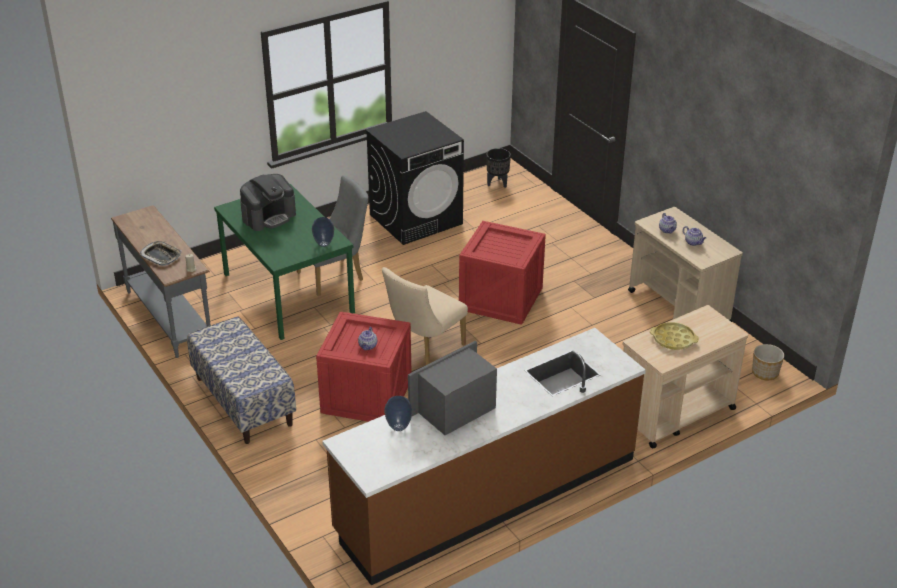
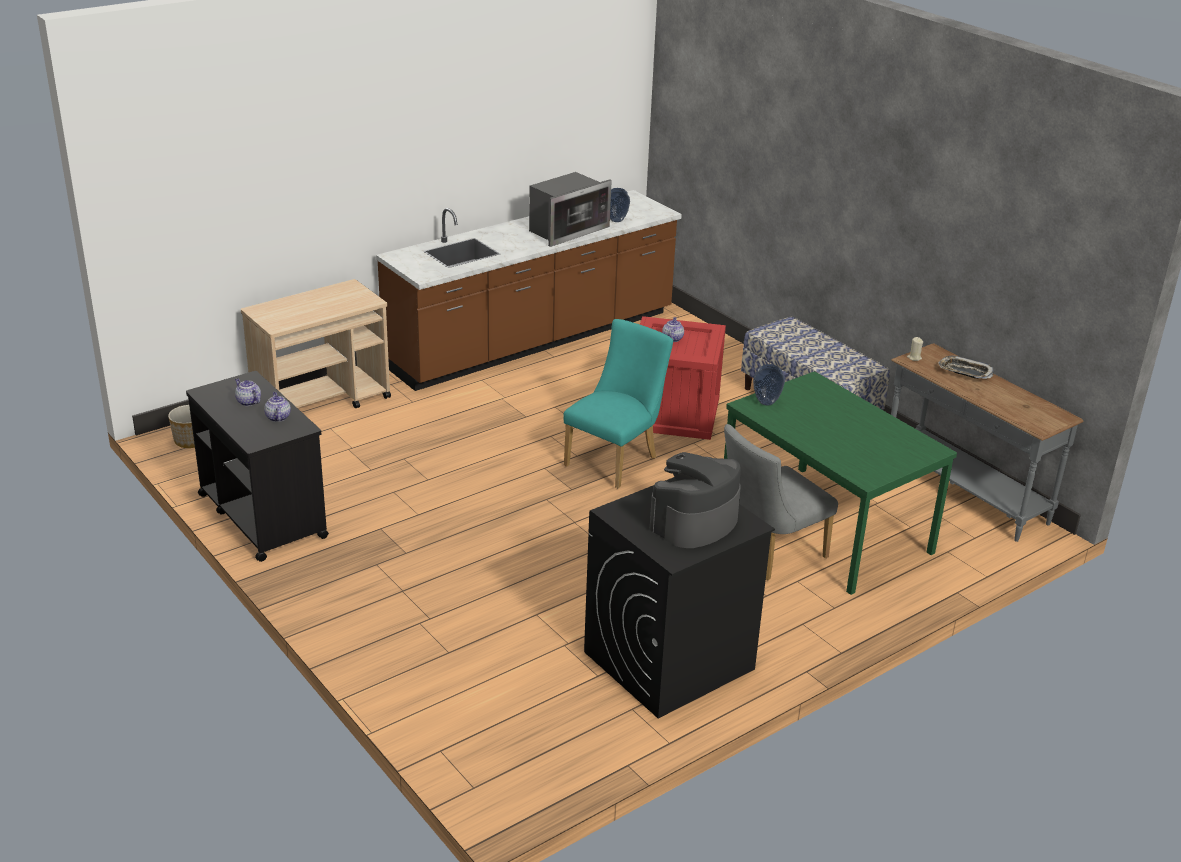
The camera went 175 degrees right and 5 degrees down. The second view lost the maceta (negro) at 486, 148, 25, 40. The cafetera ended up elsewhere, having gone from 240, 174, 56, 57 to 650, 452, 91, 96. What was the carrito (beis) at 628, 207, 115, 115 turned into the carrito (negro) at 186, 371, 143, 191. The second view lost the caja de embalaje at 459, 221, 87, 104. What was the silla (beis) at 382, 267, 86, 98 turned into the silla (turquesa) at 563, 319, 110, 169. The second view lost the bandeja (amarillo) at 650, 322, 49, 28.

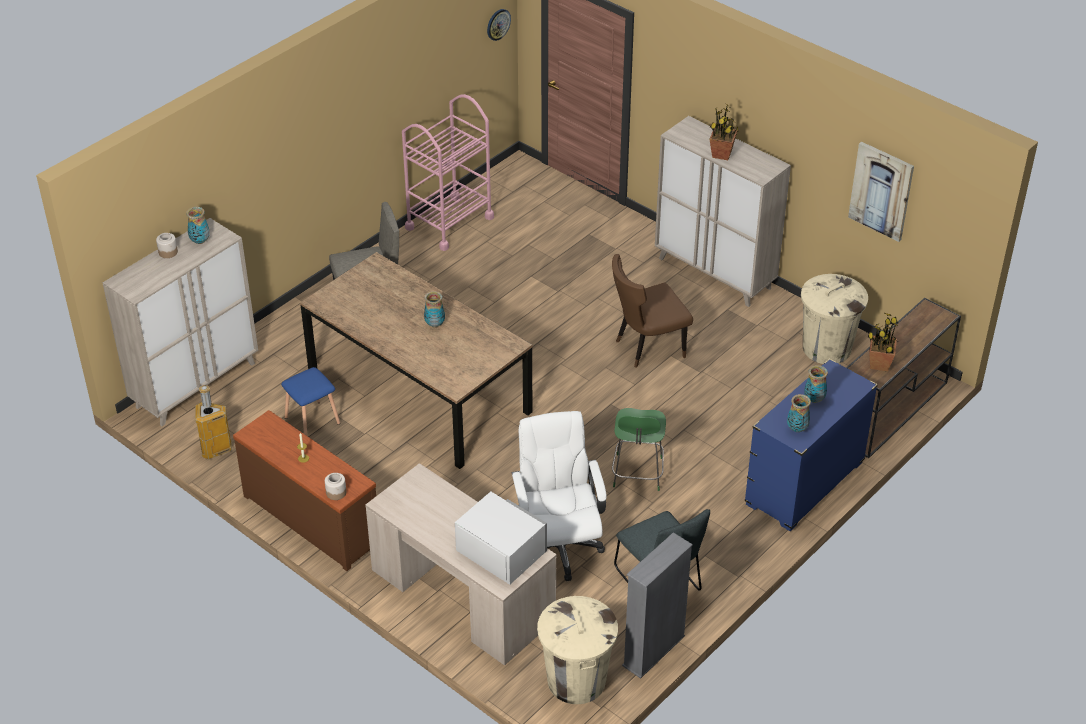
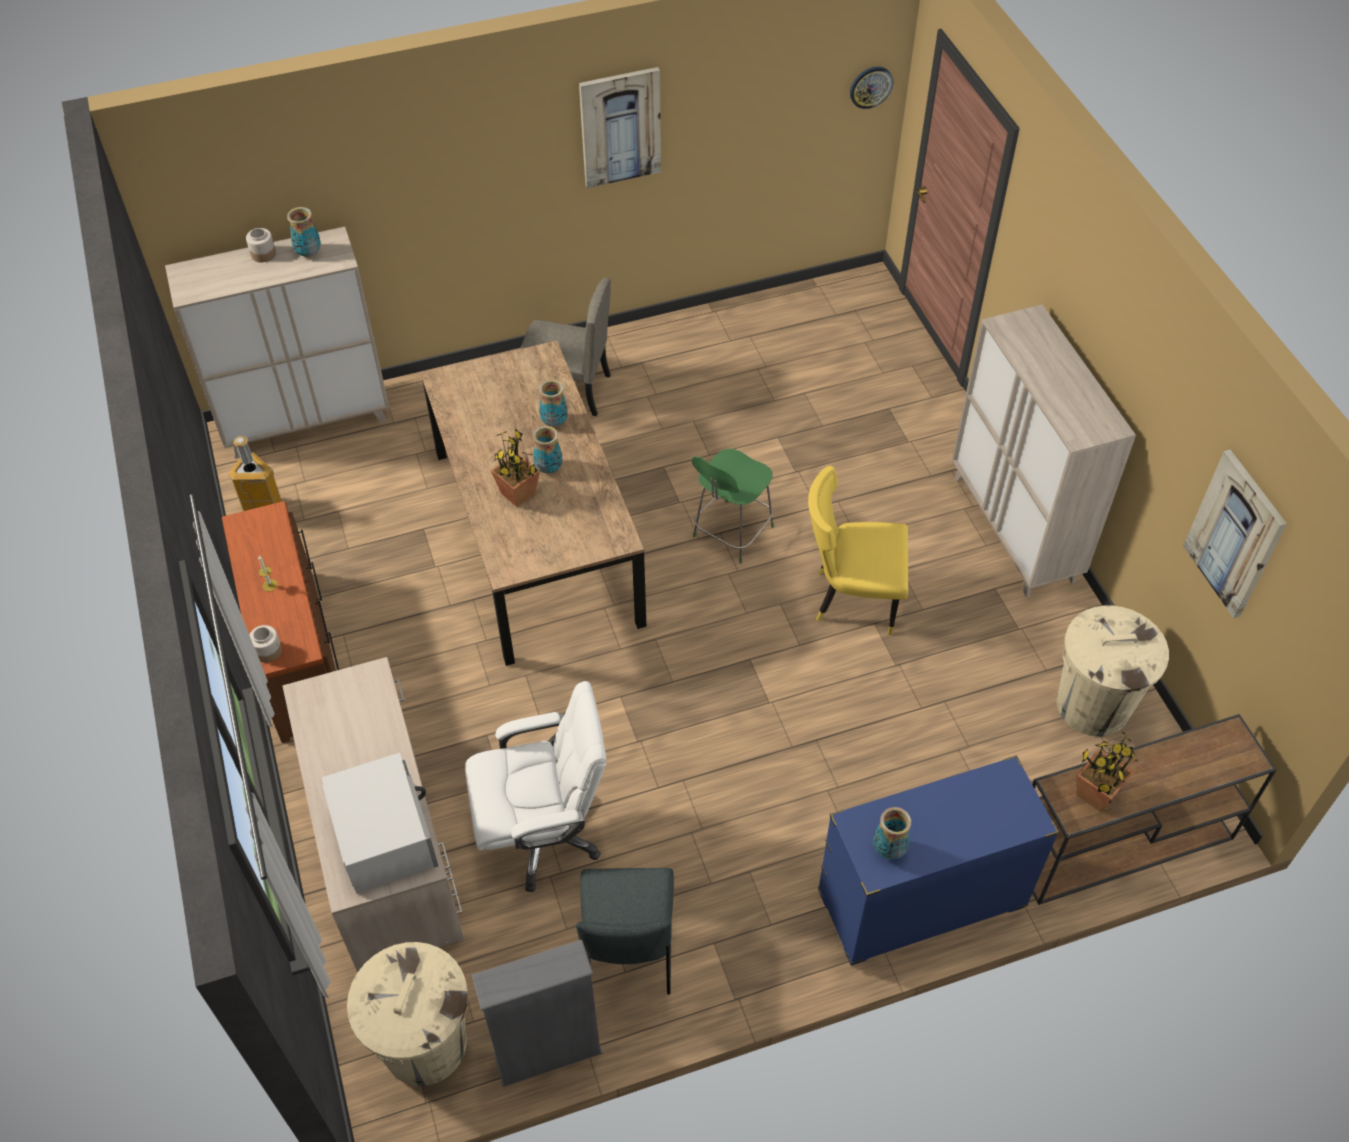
The camera went 30 degrees right and 10 degrees up. The second view lost the carrito (rosa) at 402, 94, 92, 157. The planta en maceta ended up elsewhere, having gone from 709, 103, 30, 57 to 490, 429, 50, 78. What was the silla (marrón) at 612, 254, 81, 114 turned into the silla (amarillo) at 808, 466, 100, 169. The florero ended up elsewhere, having gone from 804, 365, 24, 38 to 539, 380, 29, 47. The second view lost the taburete (azul) at 281, 367, 59, 69. The taburete (verde) ended up elsewhere, having gone from 612, 408, 54, 83 to 692, 449, 82, 115. The silla de oficina (blanco) at 511, 411, 96, 170 ended up facing another way, 60 degrees clockwise from before. The second view gained the cuadro at 579, 67, 82, 121.

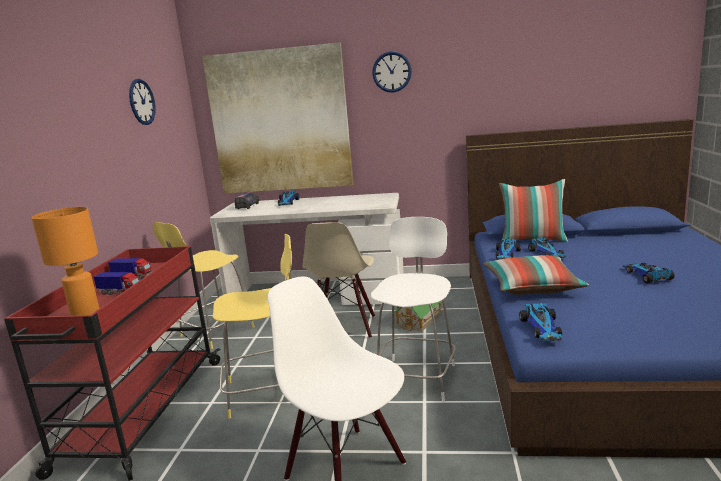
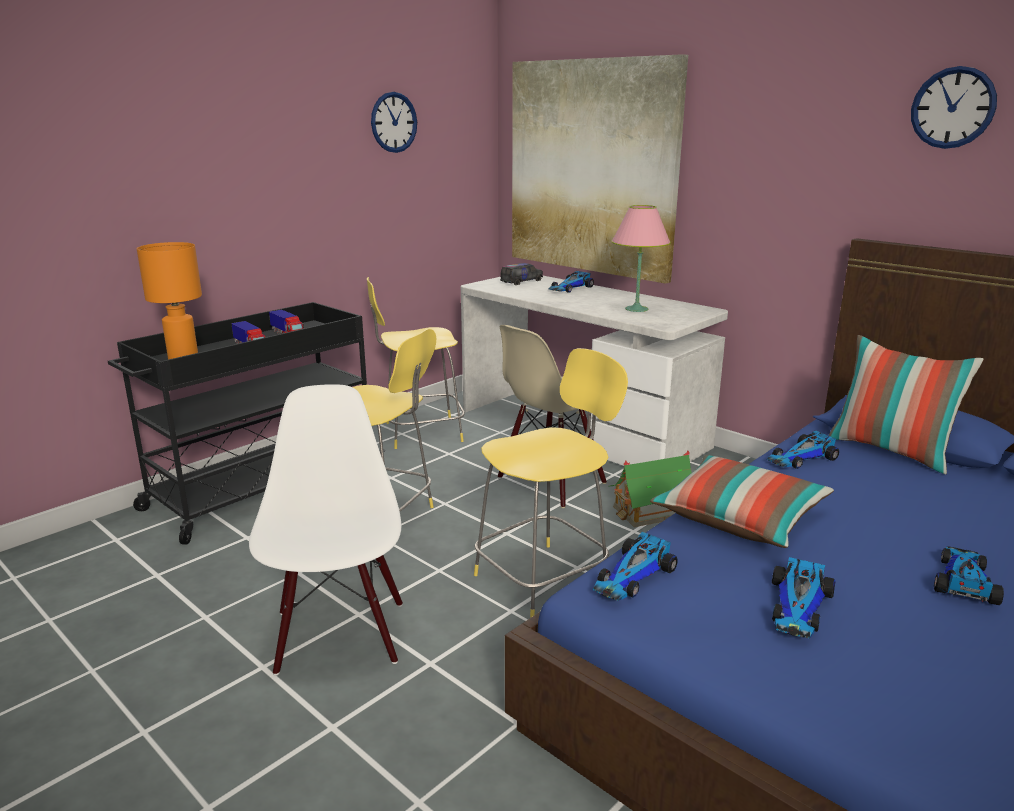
The camera went 35 degrees right and 5 degrees up. The reloj de pared ended up elsewhere, having gone from 372, 51, 40, 41 to 911, 66, 86, 83. What was the taburete (blanco) at 371, 217, 85, 185 turned into the taburete (amarillo) at 474, 348, 154, 270. The coche de juguete ended up elsewhere, having gone from 528, 237, 38, 21 to 772, 557, 64, 82. What was the carrito (rojo) at 4, 246, 217, 235 turned into the carrito (negro) at 108, 302, 277, 243. The second view gained the lámpara de mesa (rosa) at 611, 205, 60, 107.

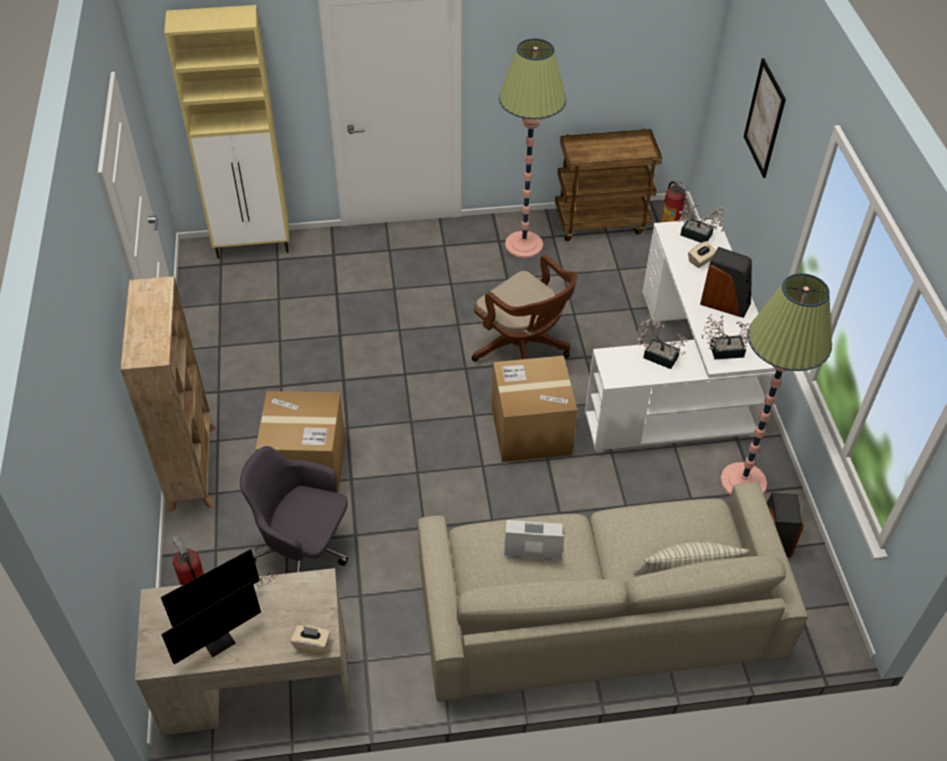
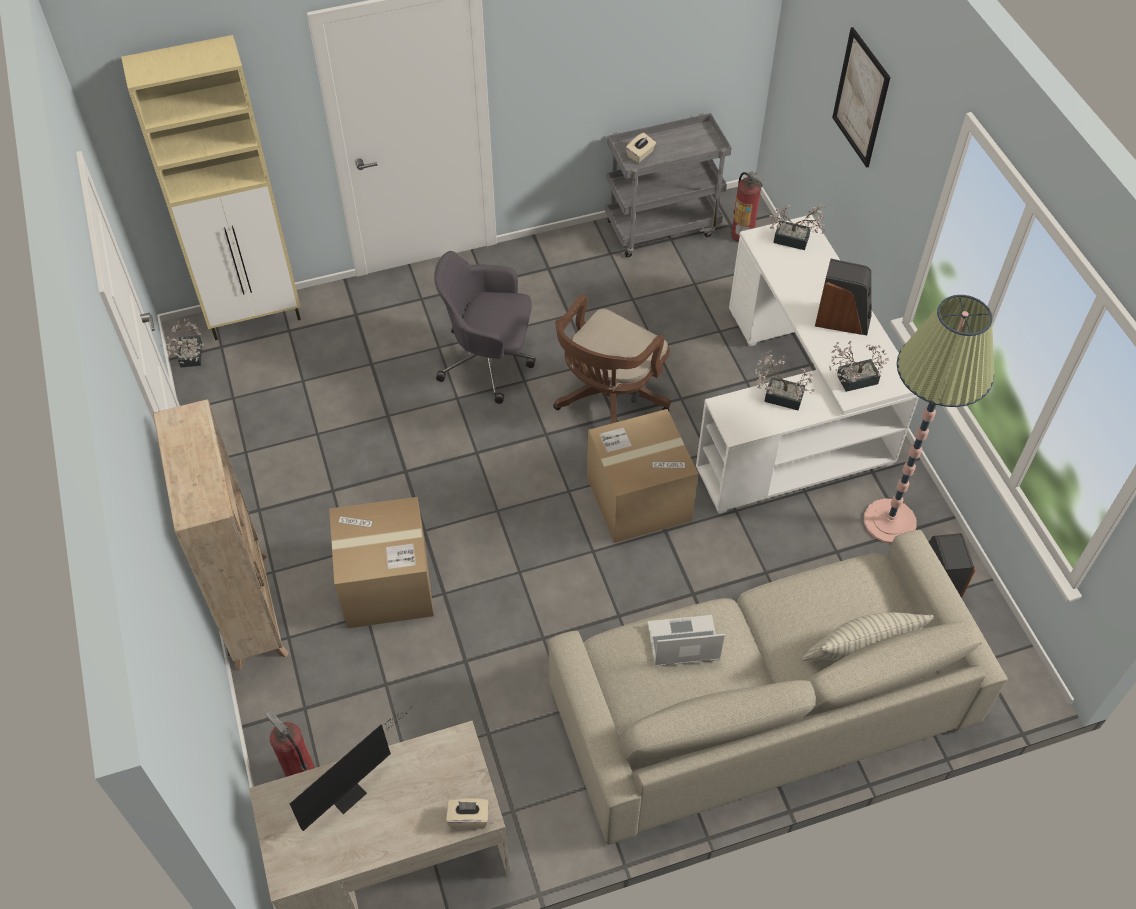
The camera went 10 degrees left and 5 degrees up. The second view lost the lámpara de pie at 499, 39, 67, 219. What was the carrito (marrón) at 555, 129, 107, 112 turned into the carrito (gris) at 605, 113, 127, 144. The caja de pañuelos (beis) ended up elsewhere, having gone from 688, 241, 28, 27 to 626, 133, 30, 30. The silla de oficina (marrón) at 472, 255, 105, 107 ended up facing another way, 90 degrees clockwise from before. The silla de oficina (gris) ended up elsewhere, having gone from 240, 446, 108, 126 to 434, 251, 101, 153. The second view lost the monitor at 161, 573, 119, 92. The second view gained the planta en maceta at 166, 319, 38, 48.

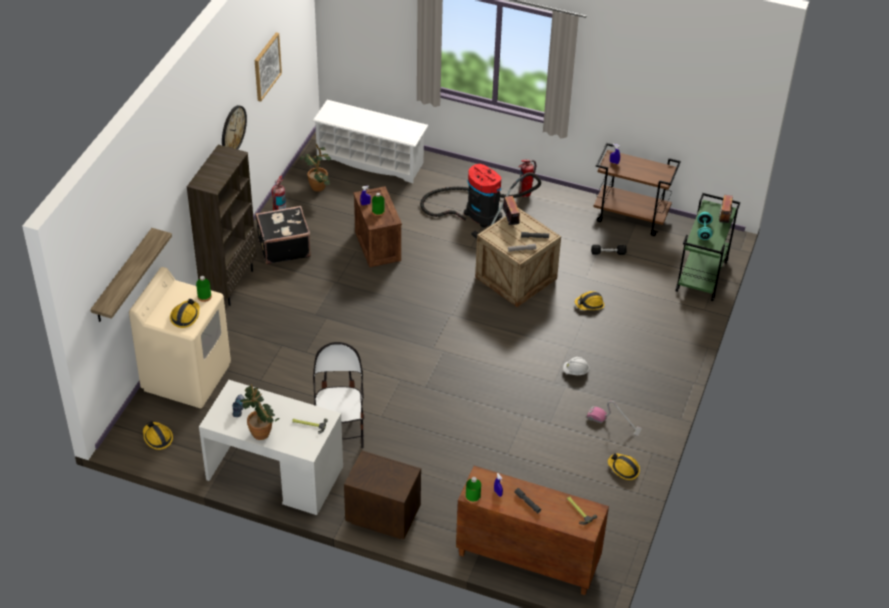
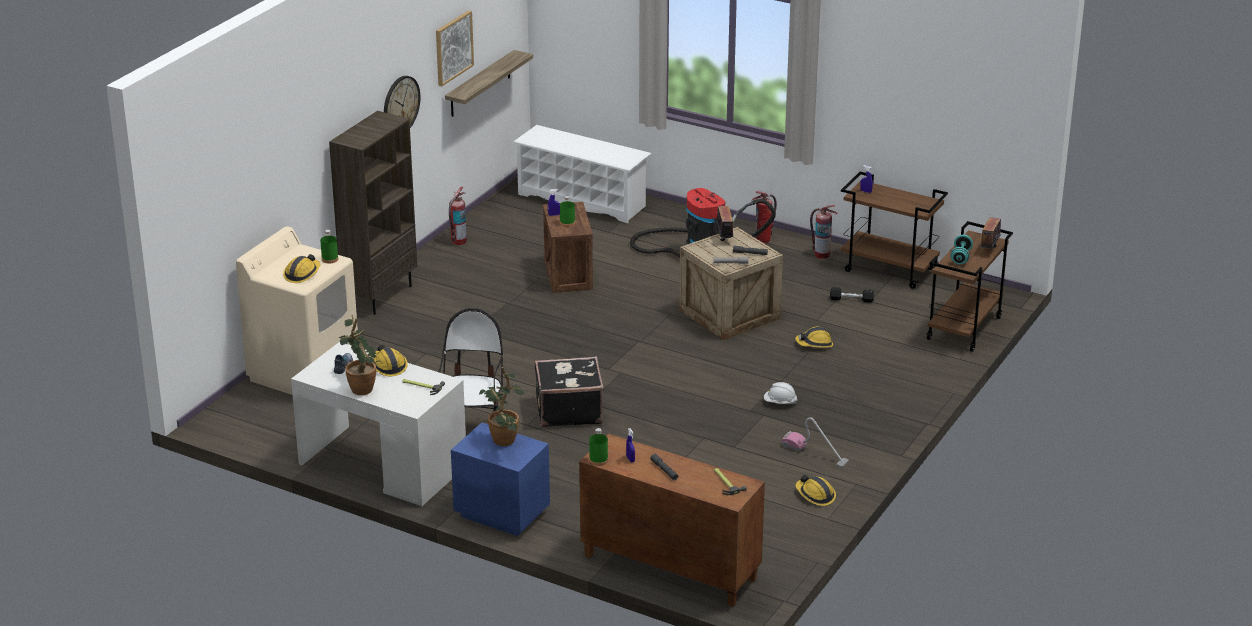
The camera went 10 degrees right and 15 degrees down. The planta en maceta ended up elsewhere, having gone from 300, 144, 31, 48 to 479, 367, 45, 79. What was the carrito (verde) at 676, 193, 64, 108 turned into the carrito (marrón) at 926, 221, 87, 131. The maleta (negro) ended up elsewhere, having gone from 255, 206, 56, 59 to 534, 356, 70, 72. The estante ended up elsewhere, having gone from 90, 228, 82, 94 to 445, 50, 88, 67. The casco ended up elsewhere, having gone from 143, 421, 30, 29 to 373, 345, 35, 31. What was the mesita de noche (marrón) at 344, 450, 77, 89 turned into the mesita de noche (azul) at 451, 423, 99, 113. The second view gained the extintor at 810, 205, 27, 54.

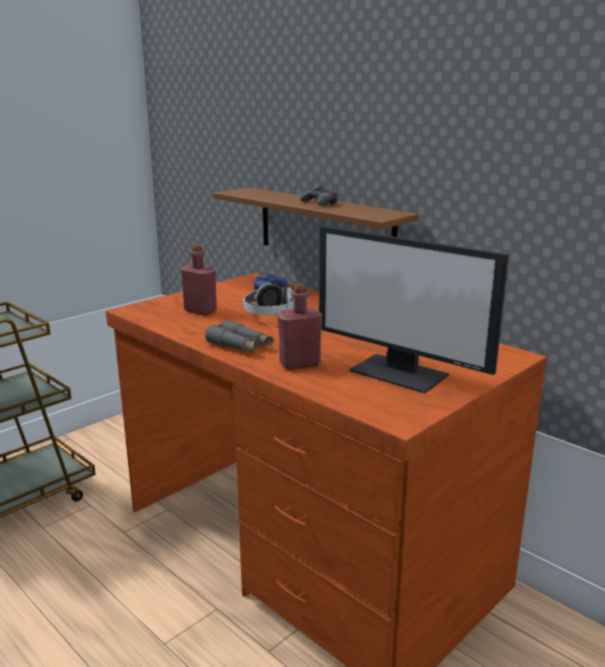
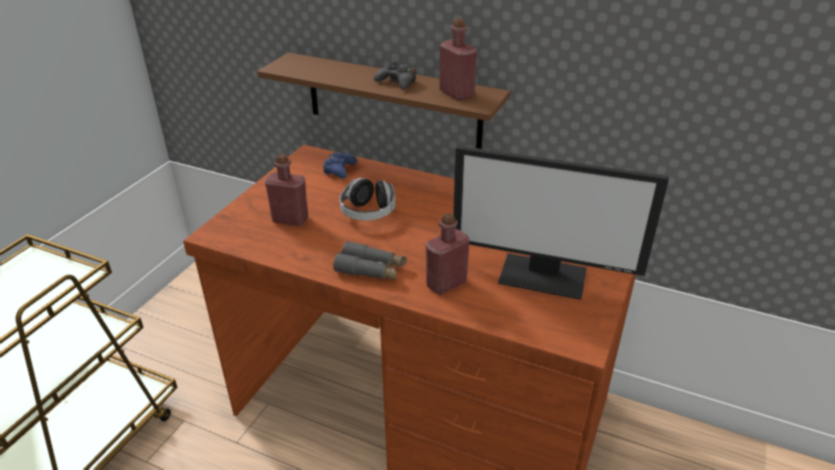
The camera went 20 degrees left and 15 degrees up. The second view gained the botella (rojo) at 439, 18, 38, 83.

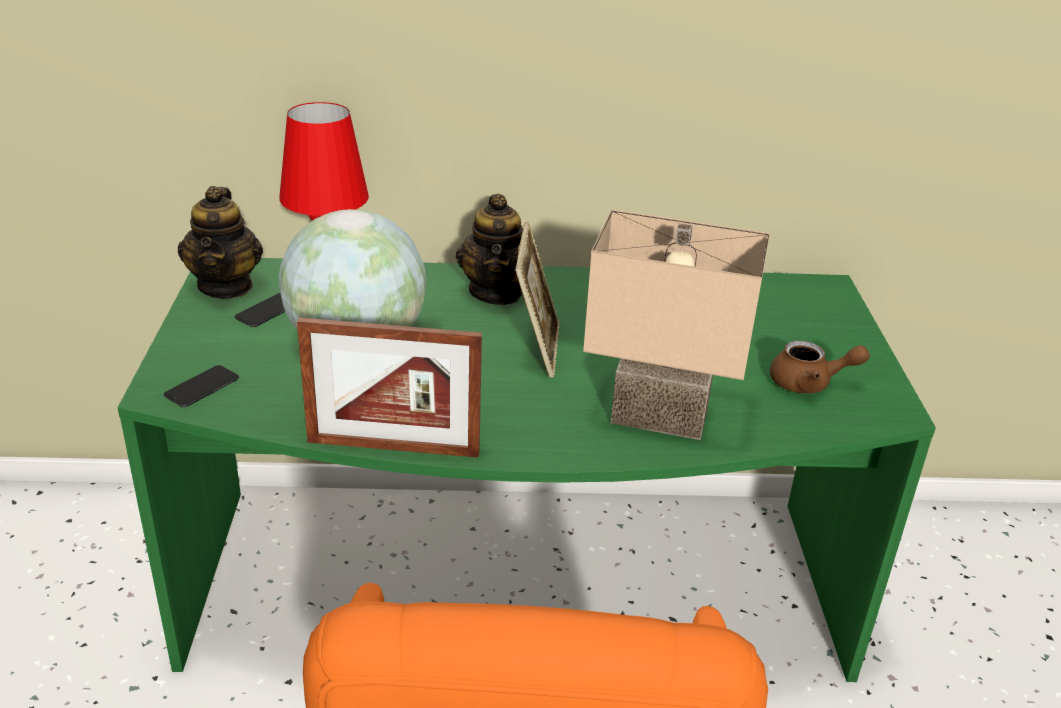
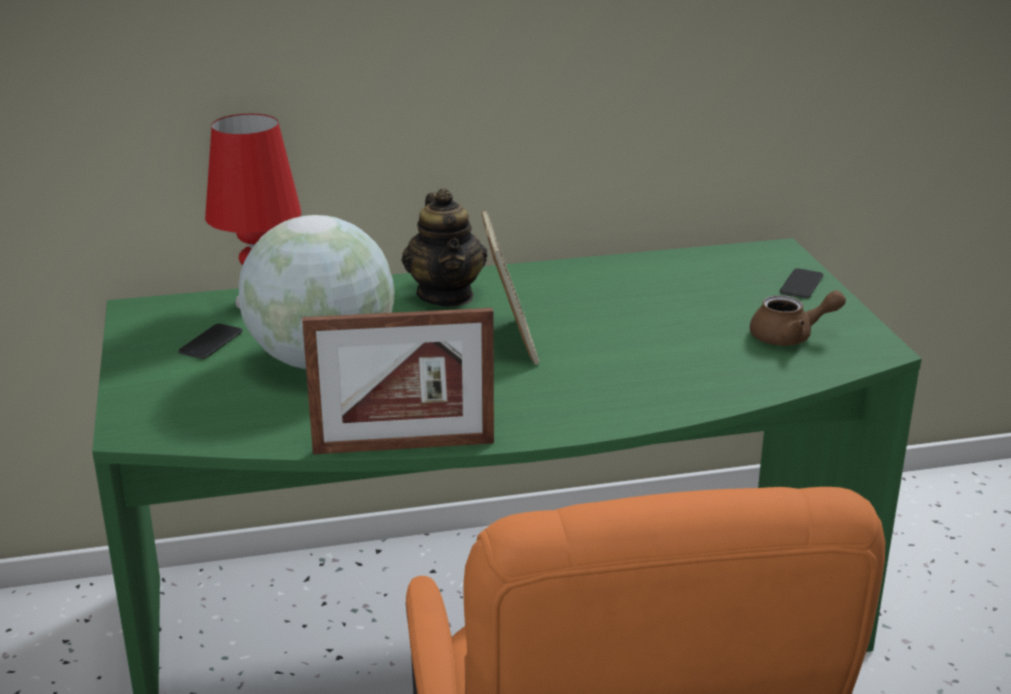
The camera went 10 degrees left and 5 degrees down. The second view lost the tetera at 178, 186, 85, 113. The second view lost the lámpara de mesa (beis) at 583, 209, 187, 231. The móvil ended up elsewhere, having gone from 164, 365, 75, 42 to 780, 268, 43, 30.

